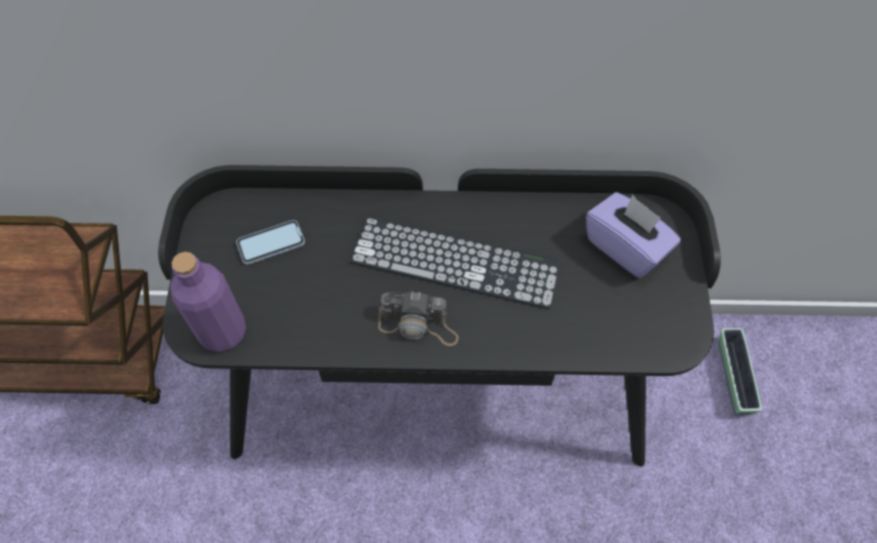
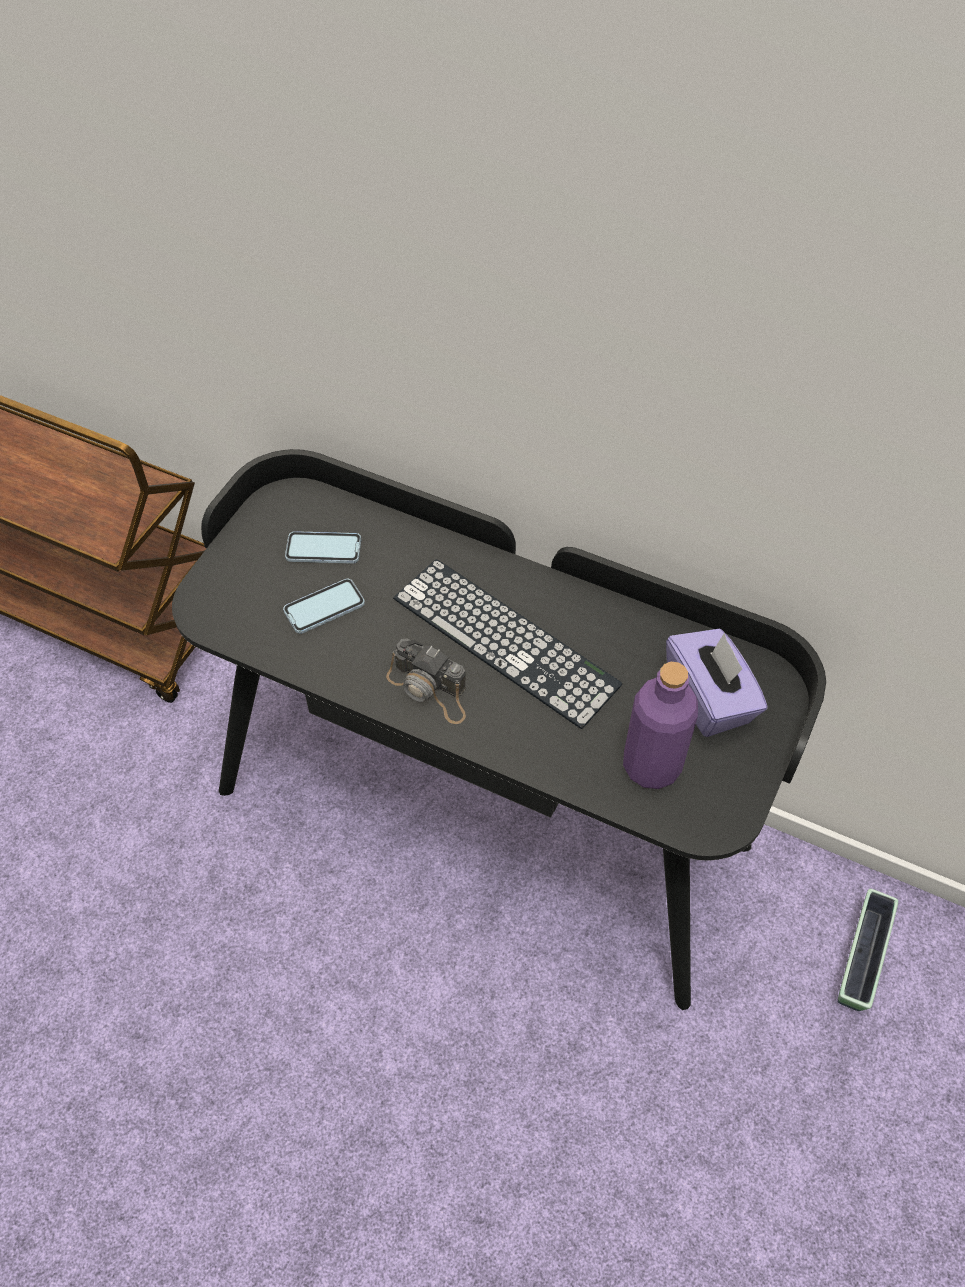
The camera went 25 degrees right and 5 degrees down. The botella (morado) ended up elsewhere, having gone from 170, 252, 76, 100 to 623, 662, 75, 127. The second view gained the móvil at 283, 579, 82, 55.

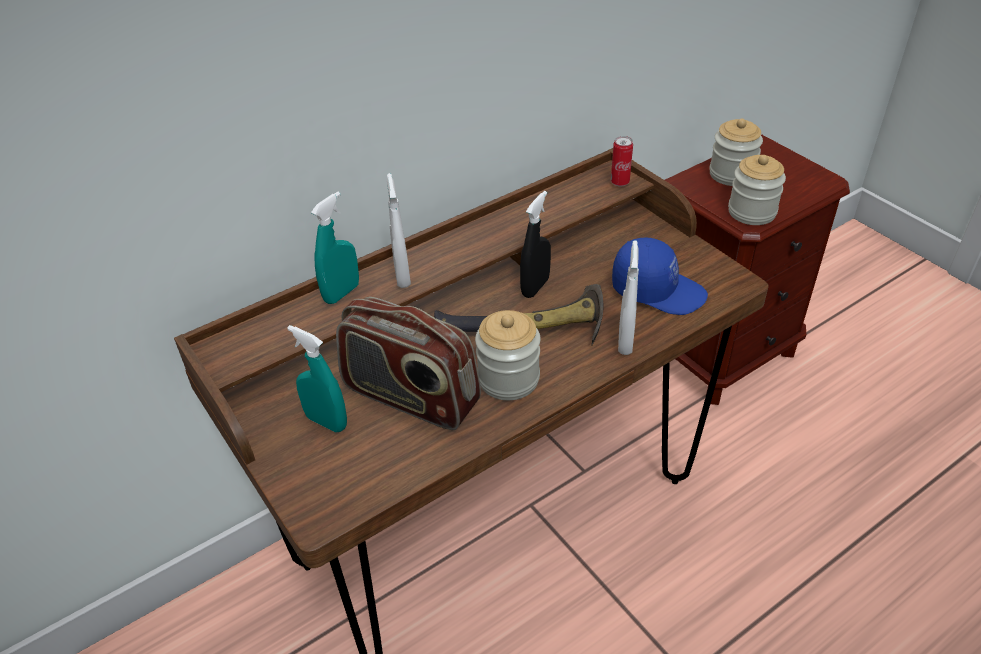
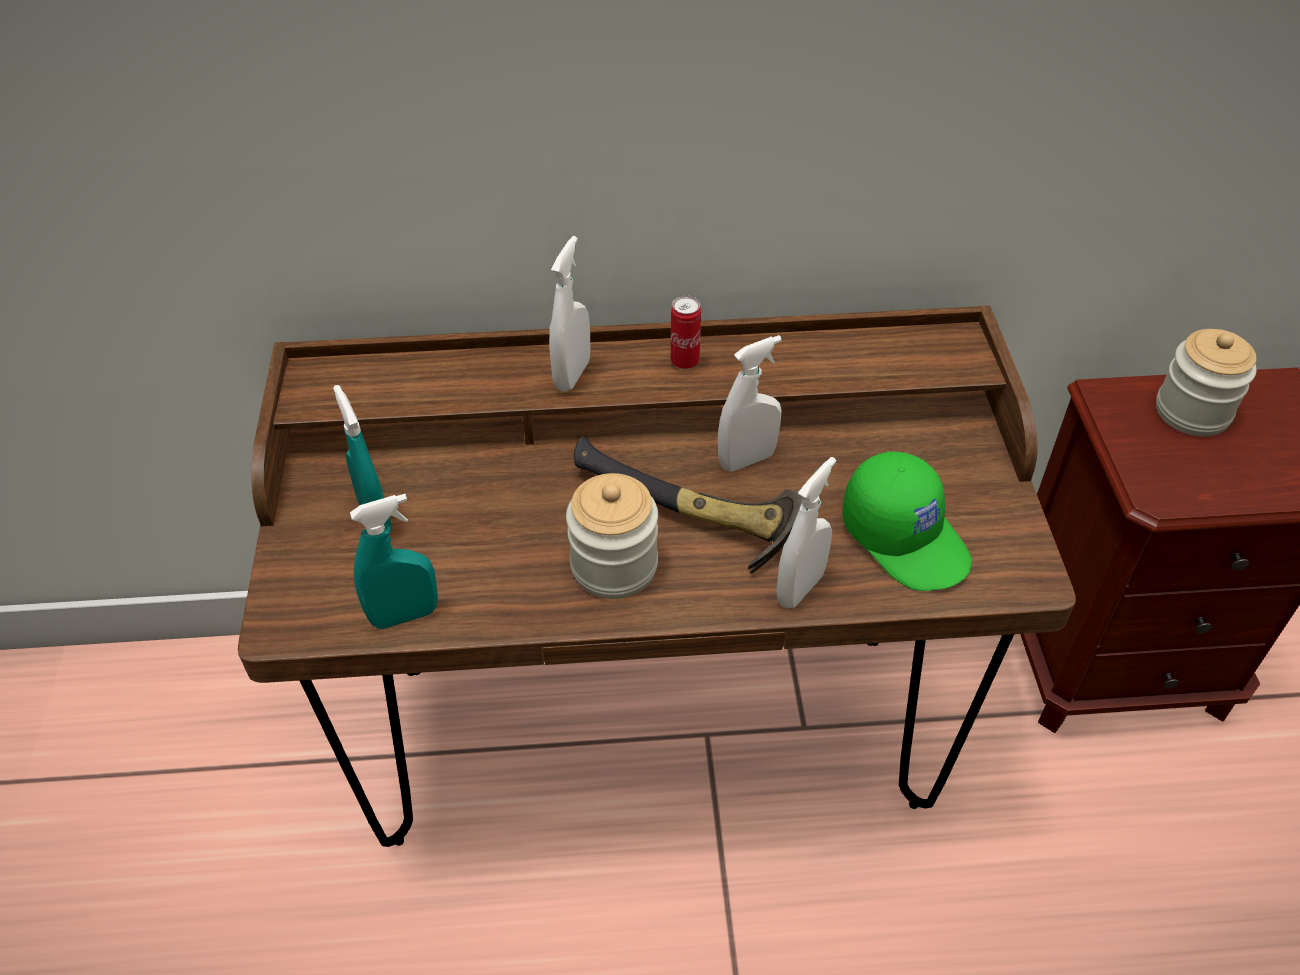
The camera went 30 degrees right and 5 degrees up. The lata ended up elsewhere, having gone from 611, 136, 22, 51 to 671, 295, 30, 74. The second view lost the tarro at 728, 155, 58, 70. What was the pulverizador (negro) at 520, 191, 31, 107 turned into the pulverizador (blanco) at 718, 335, 64, 136. The pulverizador (turquesa) ended up elsewhere, having gone from 311, 192, 48, 112 to 350, 494, 88, 135. What was the gorra (azul) at 612, 238, 96, 77 turned into the gorra (verde) at 842, 451, 130, 140. The second view lost the radio at 336, 297, 145, 133.

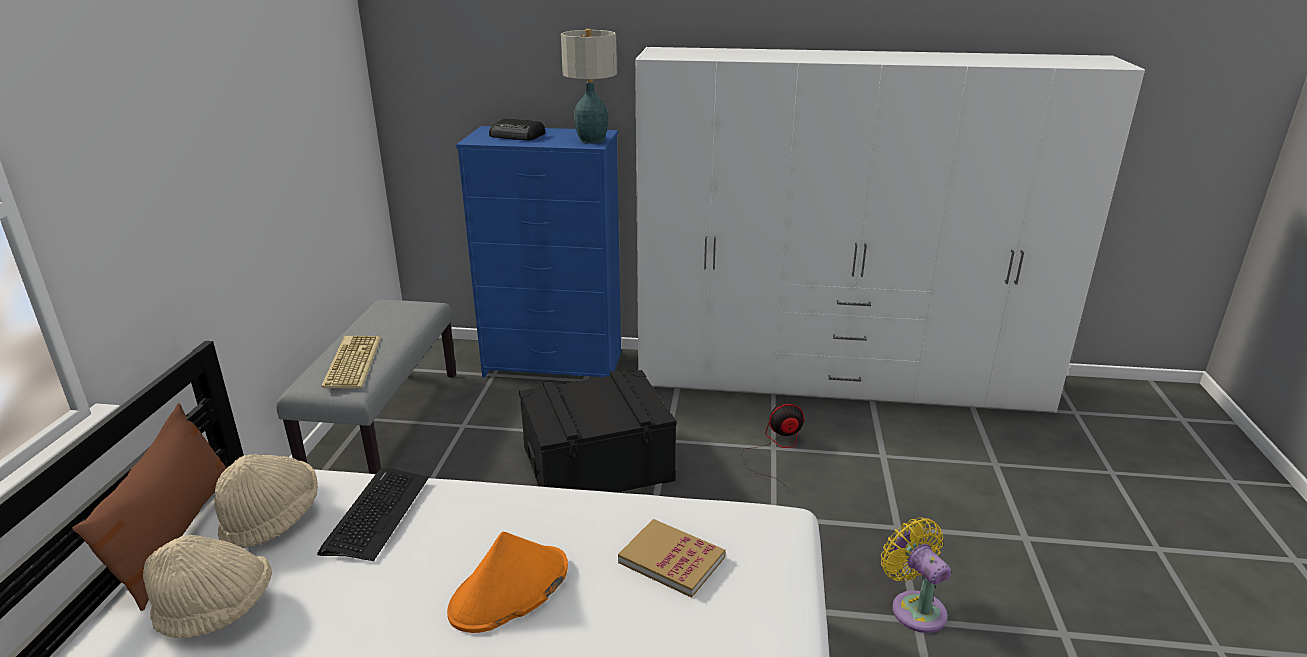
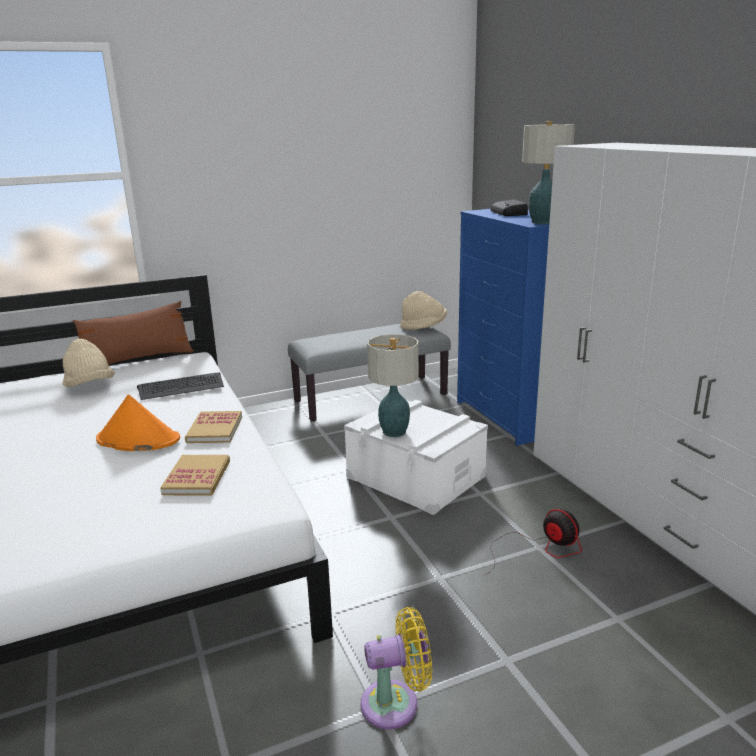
The camera went 60 degrees right and 5 degrees down. The second view lost the teclado at 321, 336, 60, 52. What was the caja de almacenaje (negro) at 519, 370, 158, 123 turned into the caja de almacenaje (blanco) at 344, 400, 144, 115. The sombrero (beis) ended up elsewhere, having gone from 214, 454, 104, 94 to 400, 291, 47, 39. The ventilador (amarillo) at 881, 518, 70, 115 ended up facing another way, 45 degrees clockwise from before. The second view gained the lámpara de mesa at 367, 334, 52, 103. The second view gained the libro at 185, 411, 57, 32.

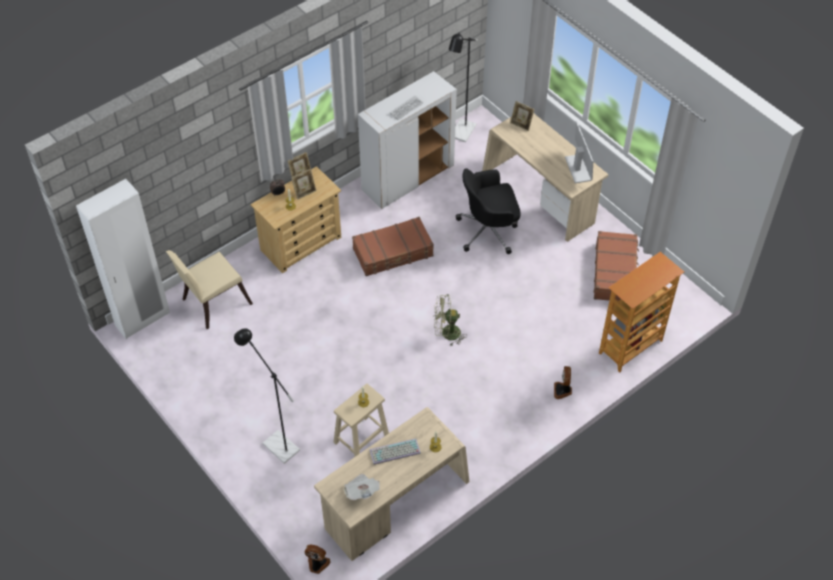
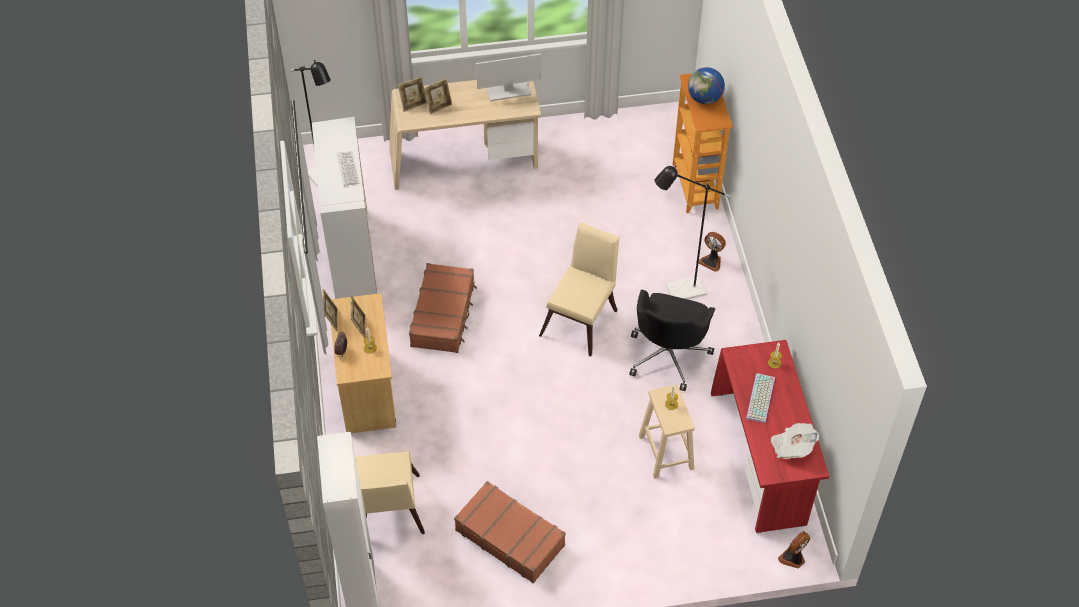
The camera went 60 degrees left and 0 degrees up. The monitor at 565, 121, 28, 62 ended up facing another way, 150 degrees clockwise from before. The silla de oficina (negro) ended up elsewhere, having gone from 456, 168, 65, 86 to 629, 290, 86, 101. The maleta (marrón) ended up elsewhere, having gone from 594, 231, 45, 70 to 454, 481, 112, 102. Where the ventilador (verde) stood at 434, 294, 33, 52, the silla (beis) came to stand at 539, 222, 80, 135. The lámpara de pie (negro) ended up elsewhere, having gone from 234, 328, 66, 136 to 655, 166, 76, 133. What was the escritorio (beis) at 314, 407, 155, 154 turned into the escritorio (rojo) at 711, 340, 118, 193. The second view gained the globo terráqueo at 688, 67, 37, 37. The second view gained the portarretratos at 424, 78, 29, 37.

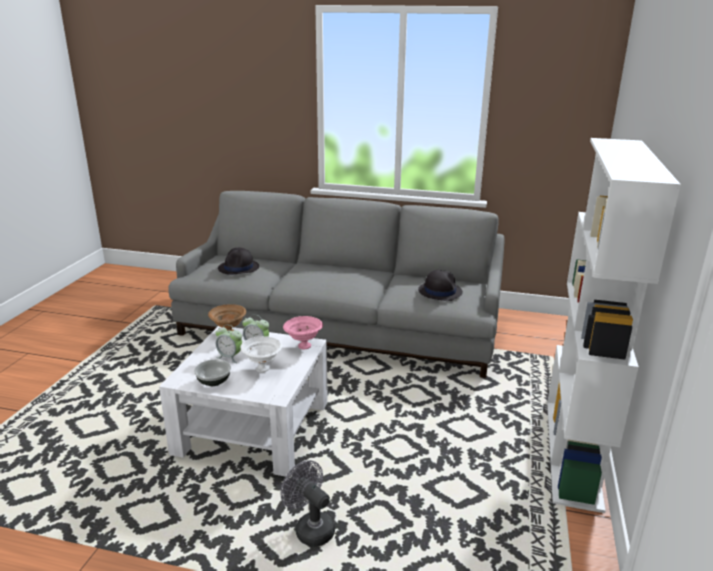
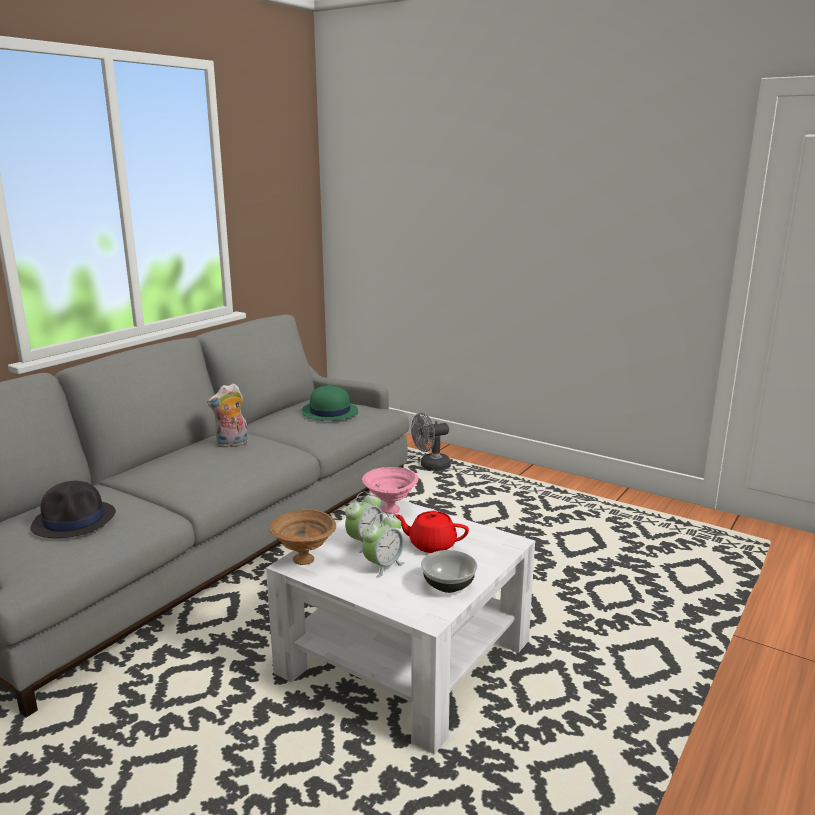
The camera went 70 degrees left and 5 degrees down. The second view lost the estantería (blanco) at 547, 138, 134, 375. What was the sombrero (negro) at 418, 270, 45, 31 turned into the sombrero (verde) at 302, 384, 56, 37. Where the cuenco (blanco) stood at 240, 336, 43, 36, the tetera (rojo) came to stand at 394, 511, 75, 42. The ventilador (gris) ended up elsewhere, having gone from 280, 460, 55, 87 to 411, 413, 40, 58. The second view gained the peluche at 207, 383, 41, 65.

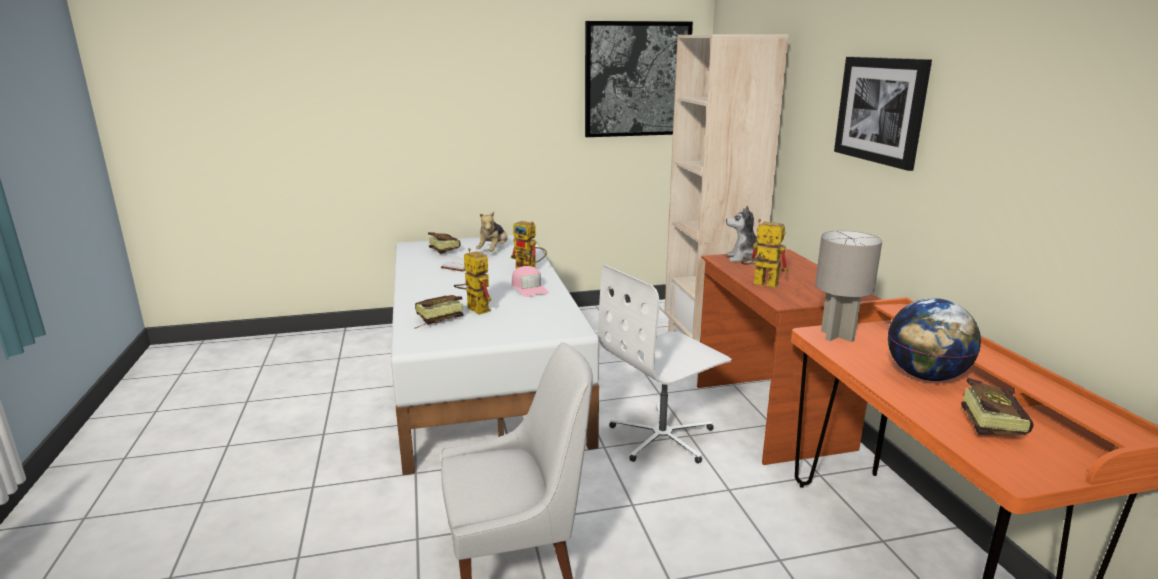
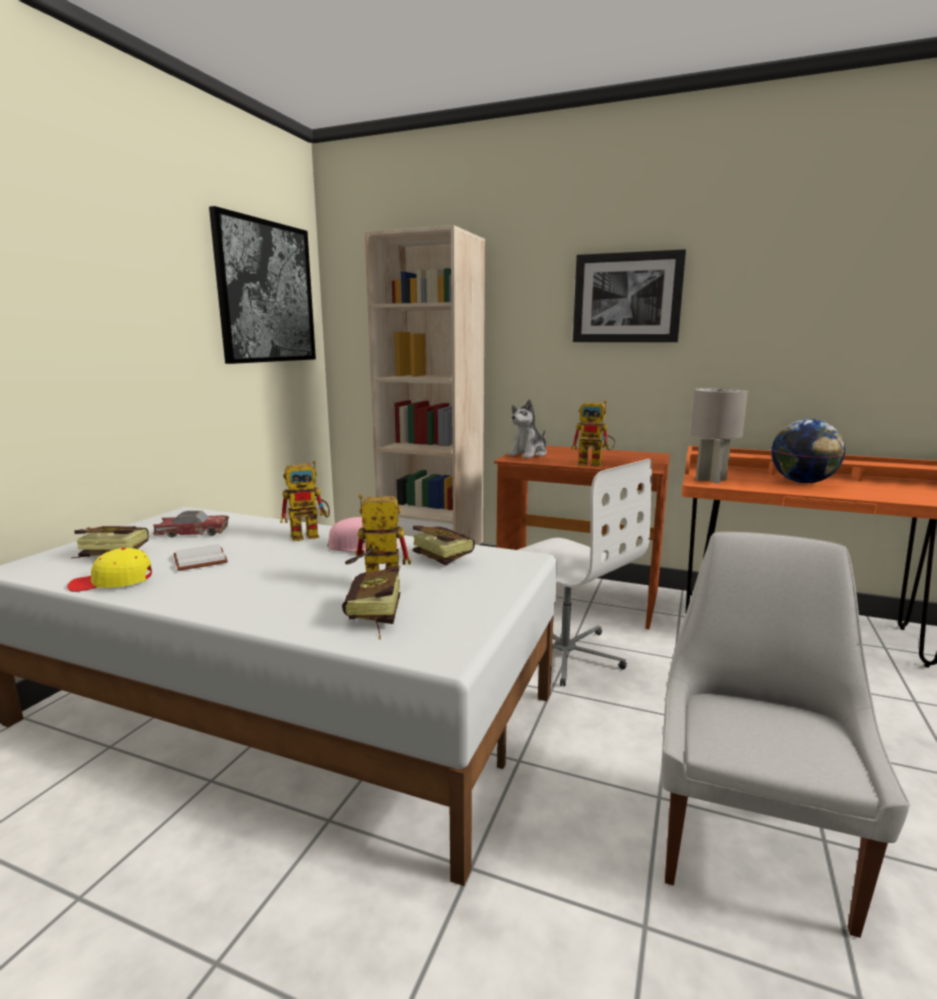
The camera went 55 degrees left and 5 degrees down. Where the peluche stood at 476, 211, 32, 41, the coche de juguete came to stand at 153, 511, 76, 27. The robot de juguete at 741, 219, 47, 69 ended up facing another way, 135 degrees counterclockwise from before. The silla de oficina (blanco) at 598, 265, 134, 199 ended up facing another way, 45 degrees counterclockwise from before. The libro ended up elsewhere, having gone from 961, 378, 72, 57 to 412, 526, 63, 39. The second view gained the gorra (amarillo) at 67, 548, 85, 44.

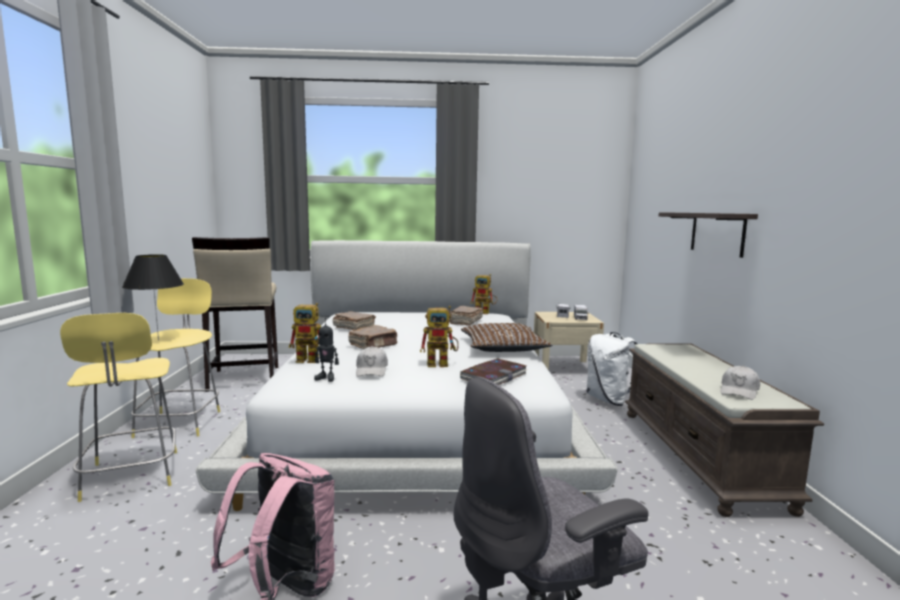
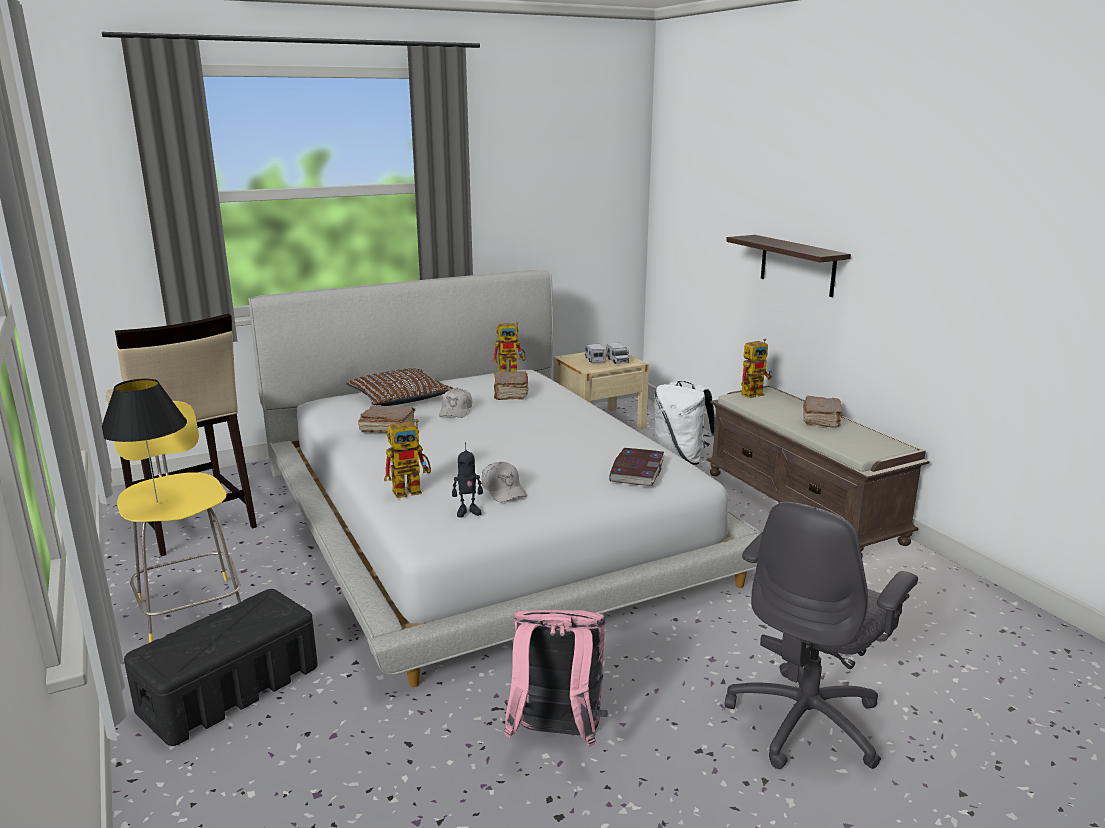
The camera went 25 degrees left and 10 degrees up. The robot de juguete ended up elsewhere, having gone from 420, 306, 38, 61 to 741, 339, 31, 59. Where the taburete (amarillo) stood at 60, 313, 117, 189, the caja de almacenaje (negro) came to stand at 124, 589, 194, 157. The cojín (marrón) ended up elsewhere, having gone from 461, 323, 91, 29 to 346, 368, 107, 38. The libro (marrón) ended up elsewhere, having gone from 348, 325, 49, 24 to 803, 396, 40, 32. The gorra (blanco) ended up elsewhere, having gone from 721, 366, 39, 34 to 439, 388, 33, 30.

